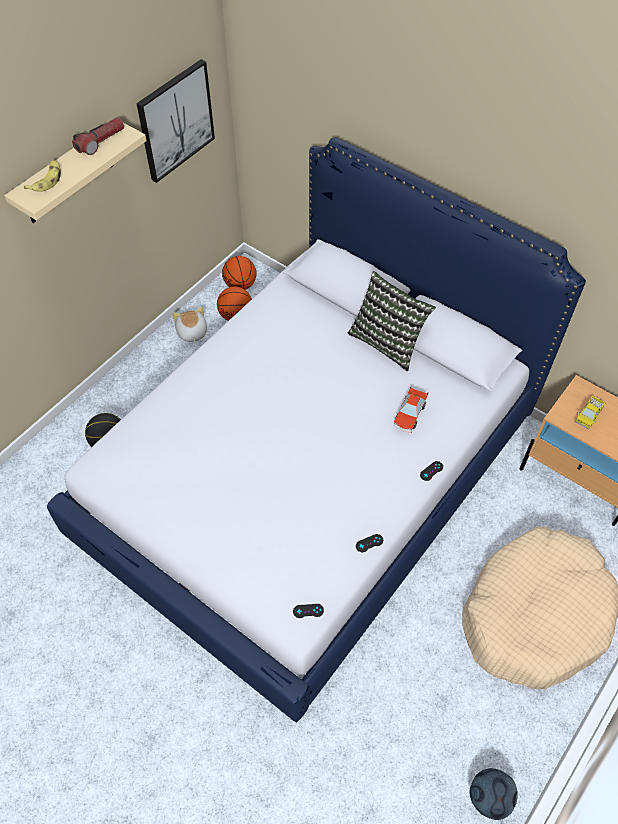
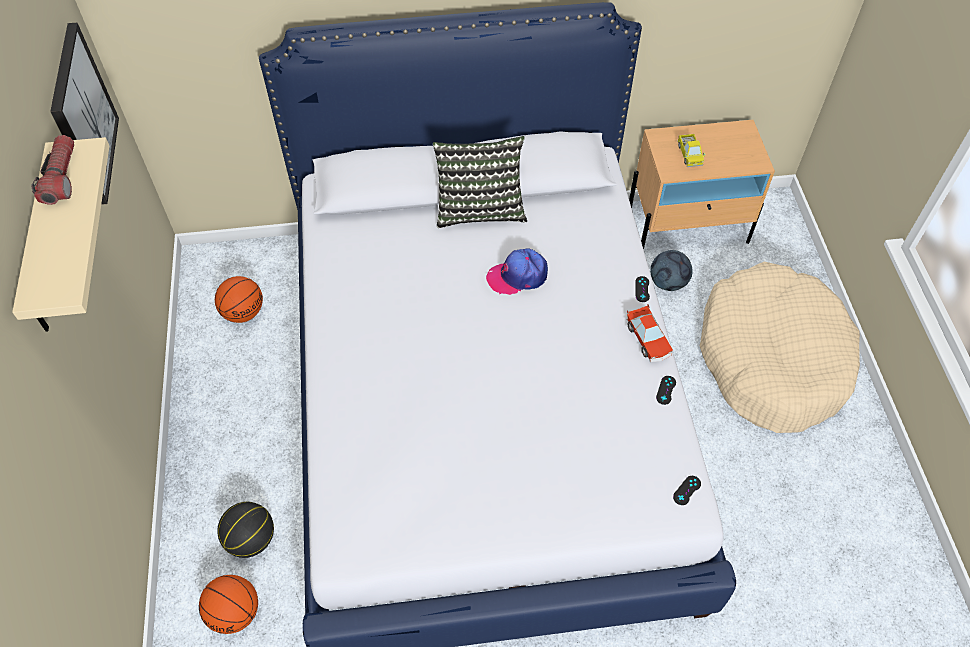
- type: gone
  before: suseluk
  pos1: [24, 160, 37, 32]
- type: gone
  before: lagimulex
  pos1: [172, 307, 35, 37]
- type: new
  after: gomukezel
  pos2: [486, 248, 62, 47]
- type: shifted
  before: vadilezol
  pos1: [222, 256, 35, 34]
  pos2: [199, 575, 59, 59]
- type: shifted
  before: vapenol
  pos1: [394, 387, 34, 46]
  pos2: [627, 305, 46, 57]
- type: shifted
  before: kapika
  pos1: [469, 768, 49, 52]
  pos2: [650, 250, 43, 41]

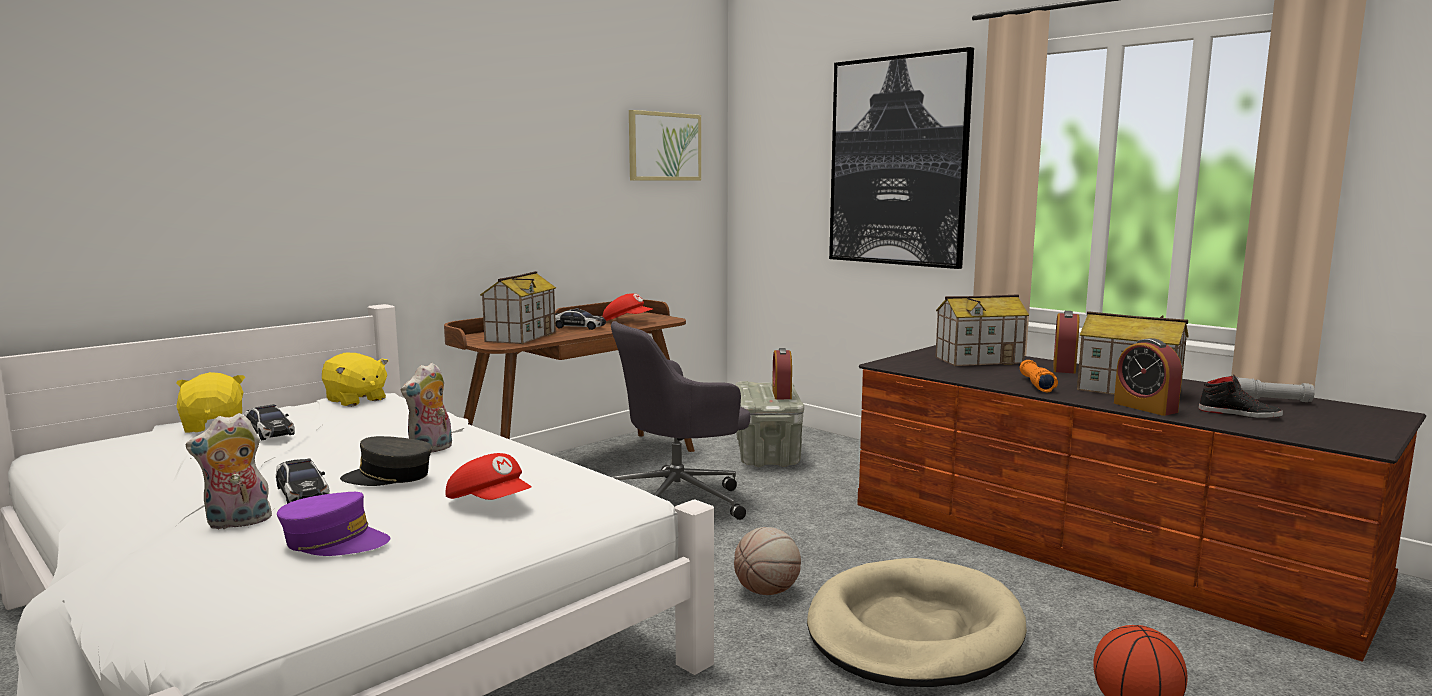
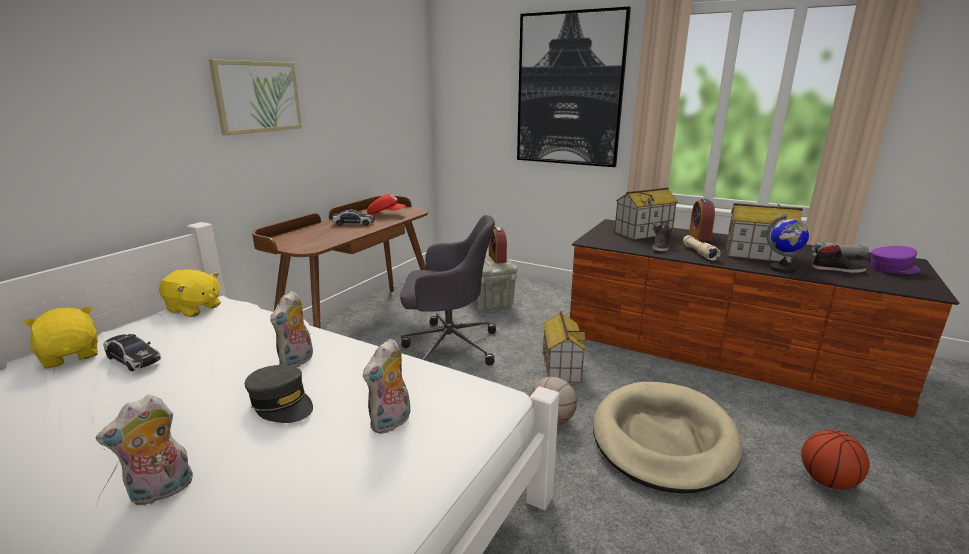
- type: gone
  before: vapenol
  pos1: [276, 458, 53, 46]
- type: new
  after: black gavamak
  pos2: [653, 225, 20, 27]
- type: shifted
  before: purple gomukezel
  pos1: [277, 492, 113, 64]
  pos2: [871, 246, 50, 28]
- type: shifted
  before: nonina
  pos1: [480, 271, 76, 73]
  pos2: [542, 311, 44, 72]
- type: shifted
  before: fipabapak
  pos1: [629, 110, 72, 71]
  pos2: [209, 59, 93, 76]
- type: swapped
  before: red gomukezel
  after: lagimulex
  pos1: [446, 453, 85, 47]
  pos2: [363, 339, 47, 95]
- type: swapped
  before: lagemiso
  after: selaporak
  pos1: [1114, 338, 68, 78]
  pos2: [766, 214, 43, 59]
- type: repainted
  before: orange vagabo
  after: beige vagabo
  pos1: [1020, 360, 38, 32]
  pos2: [683, 235, 37, 26]
- type: rotated
  before: grey gomukezel
  pos1: [340, 436, 92, 50]
  pos2: [245, 365, 68, 58]
  turn: -120
- type: rotated
  before: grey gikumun
  pos1: [611, 321, 139, 199]
  pos2: [400, 215, 96, 151]
  turn: -135

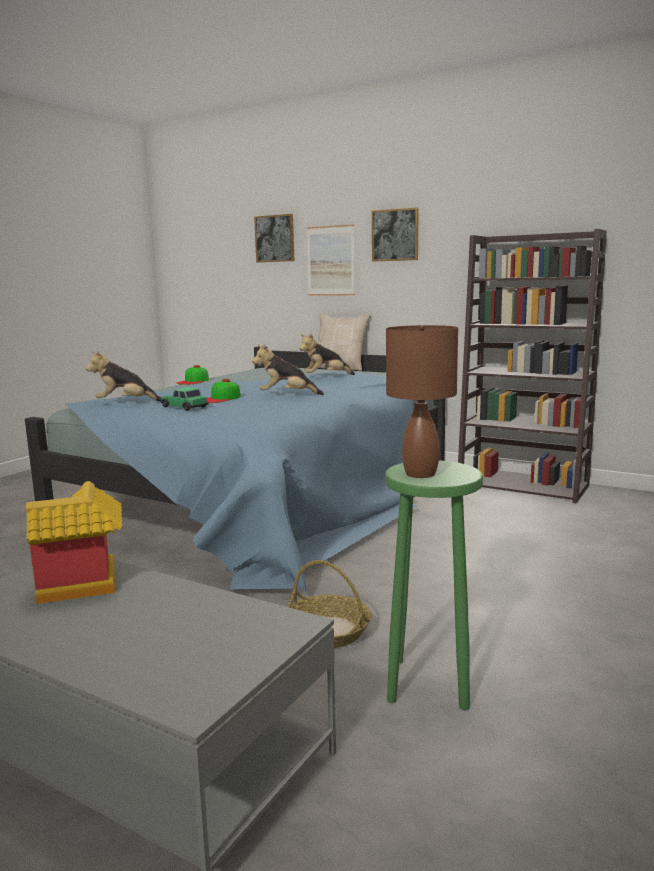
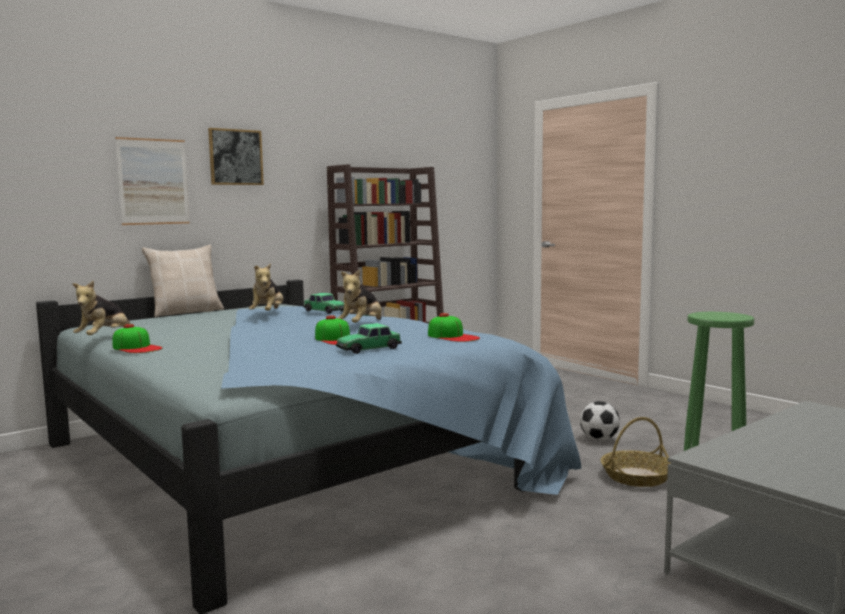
- type: gone
  before: nonina
  pos1: [26, 481, 97, 123]
- type: gone
  before: fipabapak
  pos1: [254, 214, 40, 48]
- type: gone
  before: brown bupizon
  pos1: [386, 325, 72, 153]
- type: new
  after: vapenol
  pos2: [303, 293, 41, 21]
- type: new
  after: gomukezel
  pos2: [428, 313, 52, 29]
- type: new
  after: kapika
  pos2: [580, 401, 40, 40]
- type: shifted
  before: lagimulex
  pos1: [86, 351, 76, 51]
  pos2: [73, 280, 58, 55]

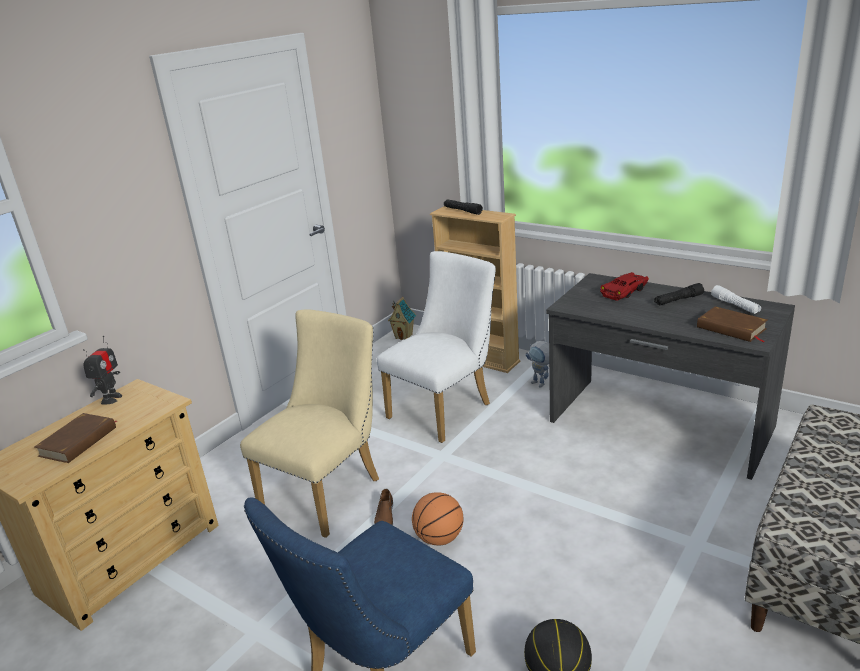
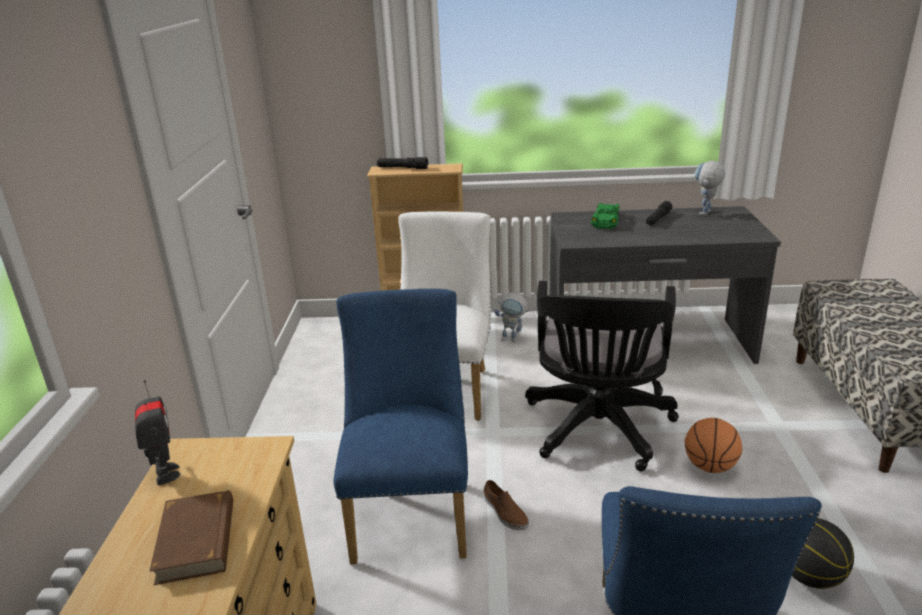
- type: gone
  before: nonina
  pos1: [388, 297, 28, 43]
- type: gone
  before: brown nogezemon
  pos1: [697, 306, 70, 36]
- type: new
  after: black gikumun
  pos2: [525, 281, 154, 190]
- type: shifted
  before: vadilezol
  pos1: [412, 492, 52, 53]
  pos2: [685, 418, 57, 55]
- type: swapped
  before: white vagabo
  after: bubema
  pos1: [711, 285, 50, 29]
  pos2: [695, 161, 30, 54]
- type: repainted
  before: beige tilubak
  after: blue tilubak
  pos1: [240, 309, 139, 229]
  pos2: [334, 289, 134, 276]
- type: repainted
  before: red vapenol
  after: green vapenol
  pos1: [600, 272, 49, 29]
  pos2: [590, 203, 30, 26]

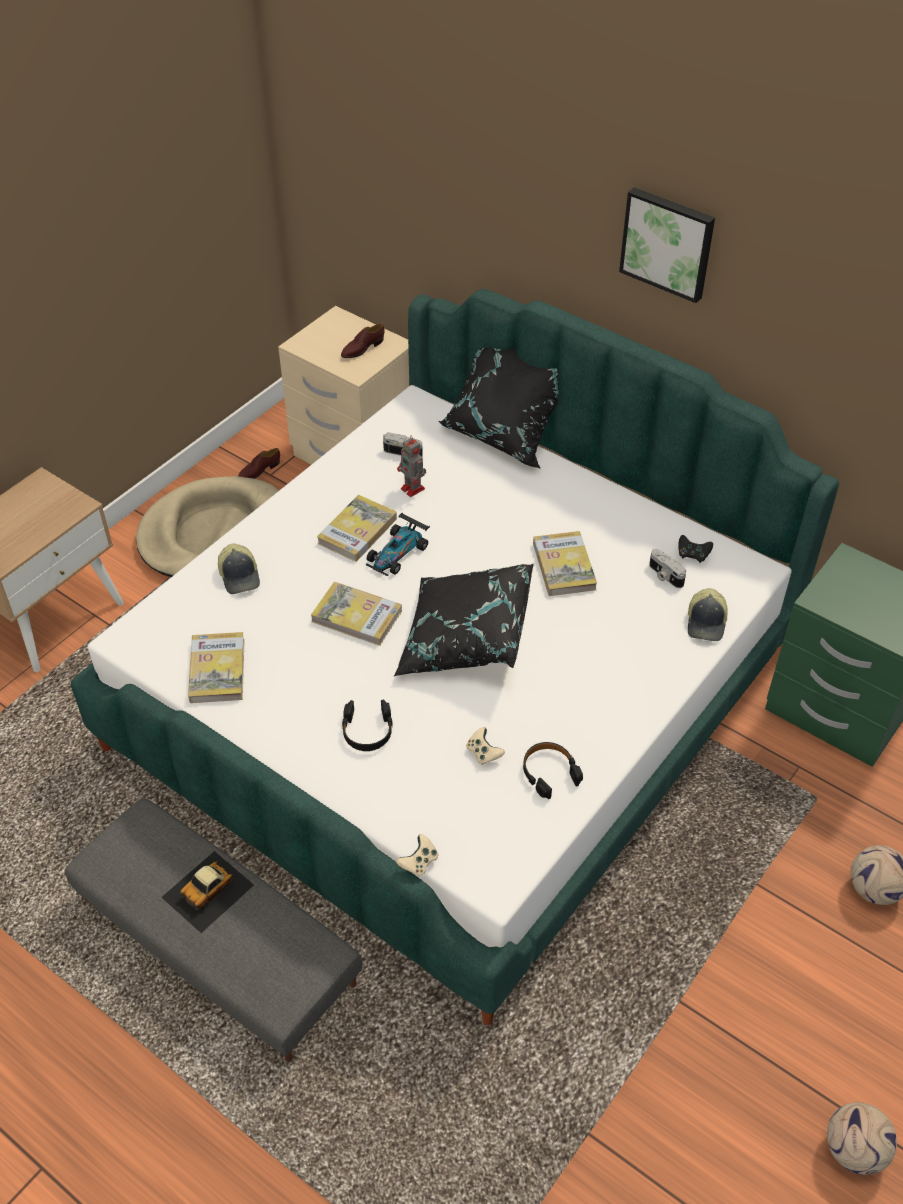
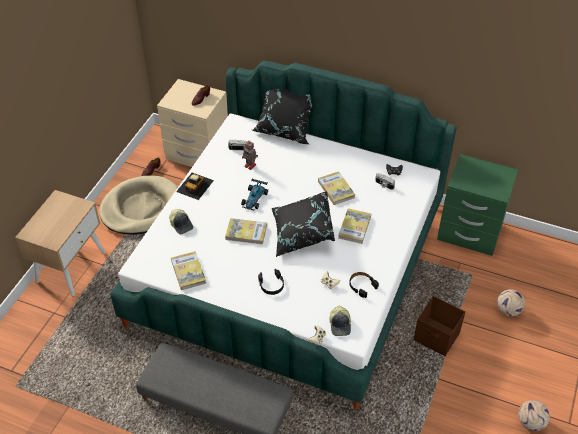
- type: gone
  before: fipabapak
  pos1: [619, 187, 96, 116]
- type: new
  after: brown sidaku
  pos2: [414, 296, 51, 60]
- type: shifted
  before: vapenol
  pos1: [161, 851, 93, 82]
  pos2: [176, 173, 38, 27]
- type: shifted
  before: nogezemon
  pos1: [317, 495, 80, 67]
  pos2: [338, 208, 33, 36]
- type: shifted
  before: gomukezel
  pos1: [688, 588, 40, 53]
  pos2: [330, 306, 21, 30]

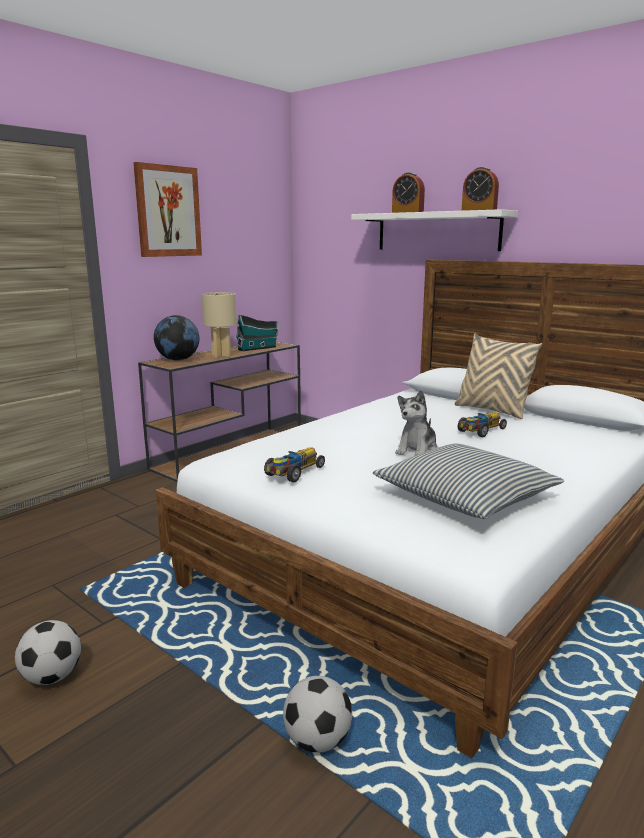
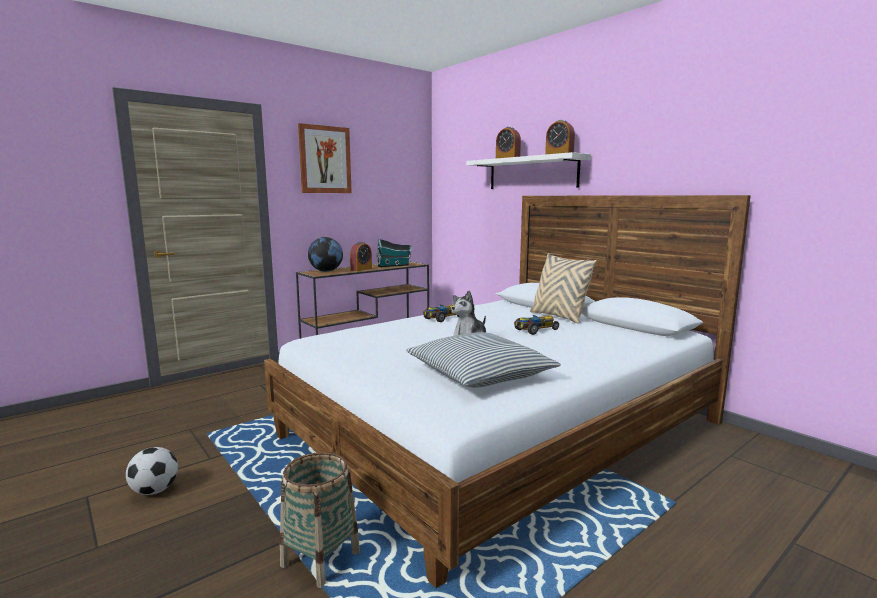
- type: shifted
  before: vapenol
  pos1: [264, 447, 61, 36]
  pos2: [423, 305, 36, 17]
- type: swapped
  before: beige bupizon
  after: lagemiso
  pos1: [201, 292, 36, 65]
  pos2: [350, 242, 22, 29]
- type: swapped
  before: kapika
  after: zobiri
  pos1: [283, 676, 69, 77]
  pos2: [280, 452, 80, 136]

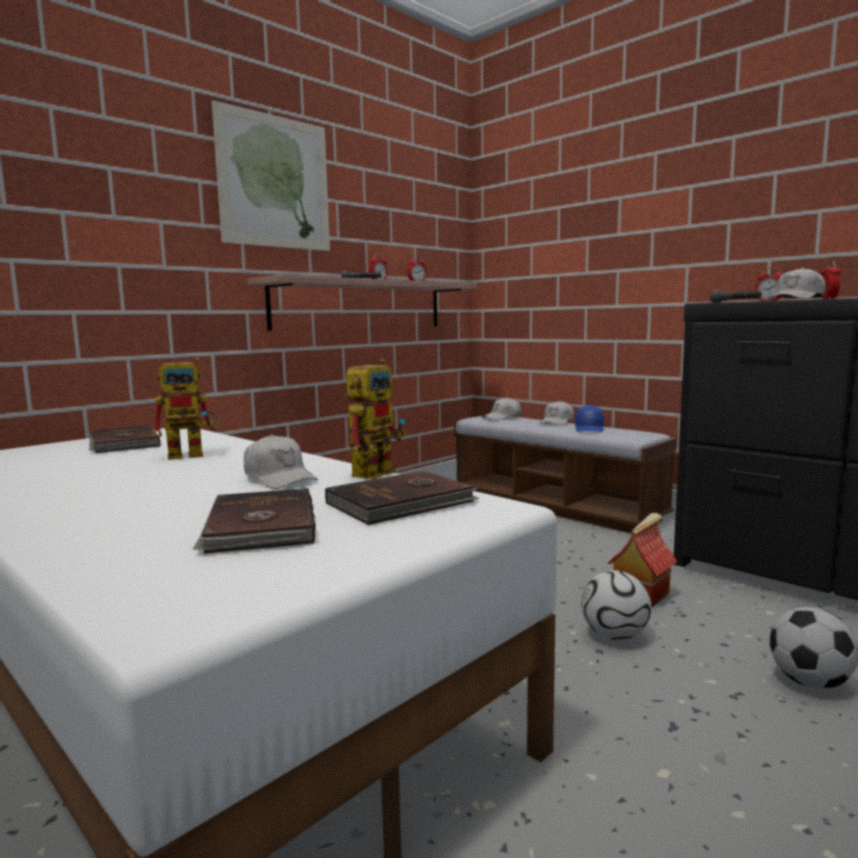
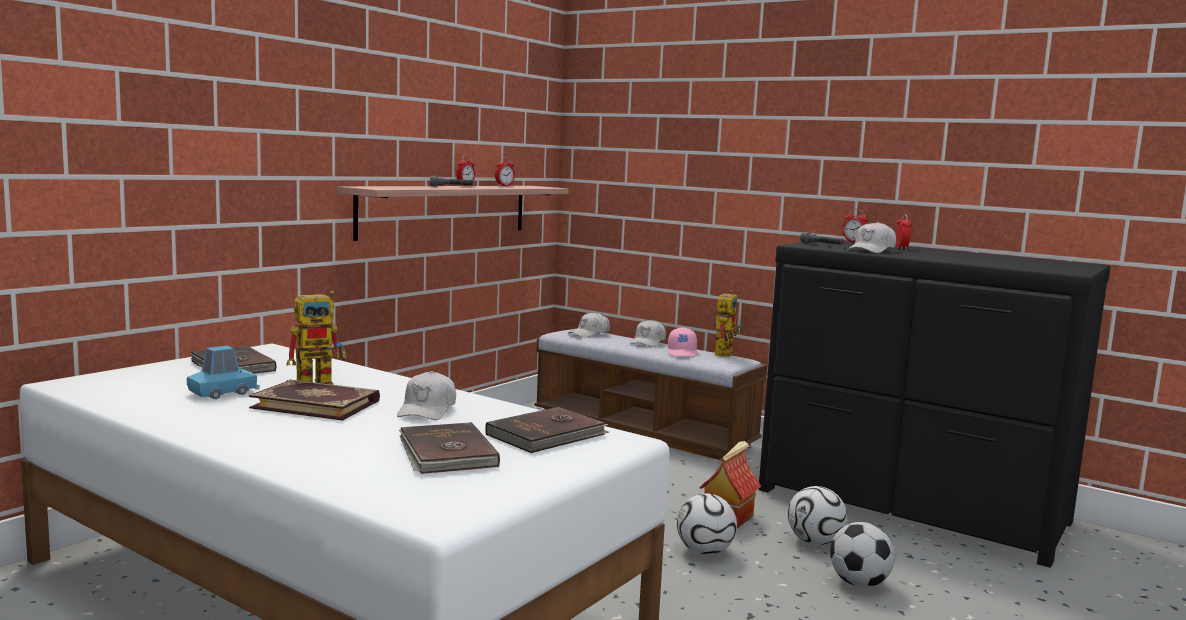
- type: gone
  before: fipabapak
  pos1: [212, 101, 118, 150]
- type: new
  after: blue vapenol
  pos2: [187, 346, 73, 53]
- type: new
  after: nogezemon
  pos2: [249, 380, 131, 41]
- type: new
  after: kapika
  pos2: [788, 486, 59, 59]
- type: shifted
  before: bubema
  pos1: [347, 358, 59, 122]
  pos2: [714, 290, 28, 67]
- type: repainted
  before: blue gomukezel
  after: pink gomukezel
  pos1: [575, 405, 29, 27]
  pos2: [668, 327, 29, 30]
- type: rotated
  before: white gomukezel
  pos1: [244, 434, 74, 55]
  pos2: [397, 371, 59, 49]
  turn: 60

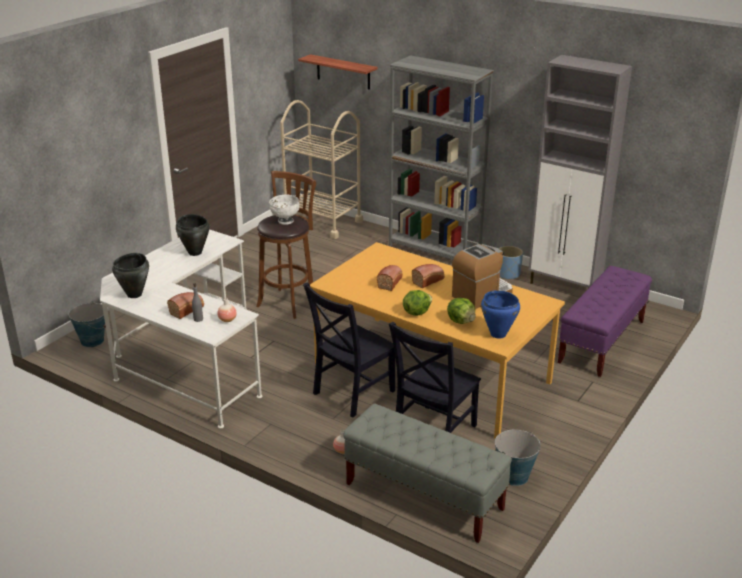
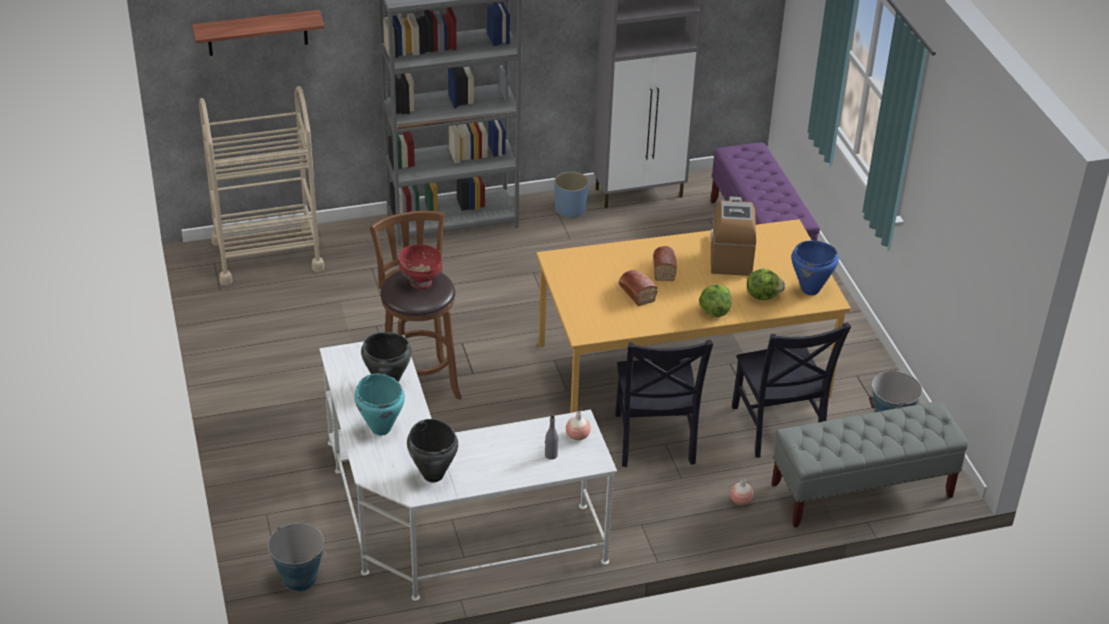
- type: gone
  before: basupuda
  pos1: [167, 292, 37, 27]
- type: new
  after: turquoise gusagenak
  pos2: [354, 374, 51, 61]
- type: repainted
  before: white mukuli
  after: red mukuli
  pos1: [269, 195, 31, 30]
  pos2: [399, 244, 43, 46]

